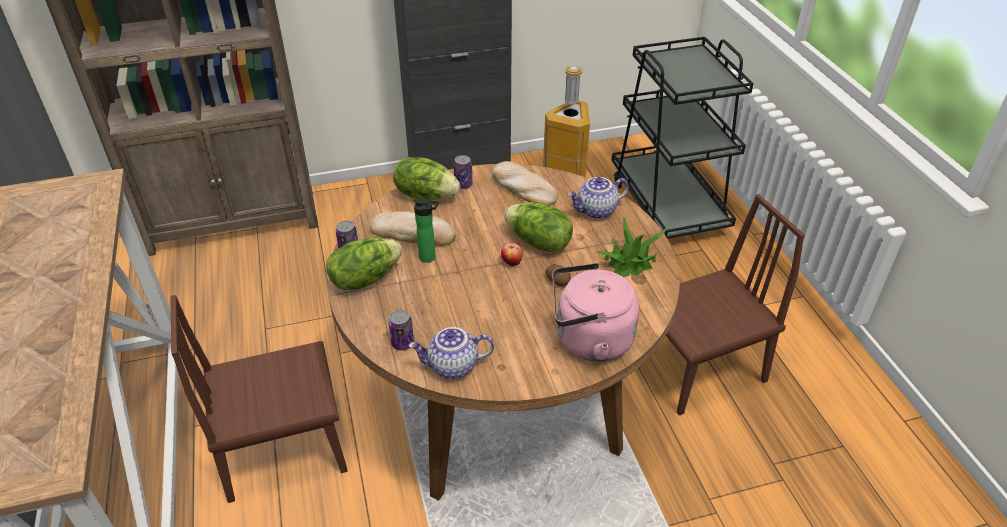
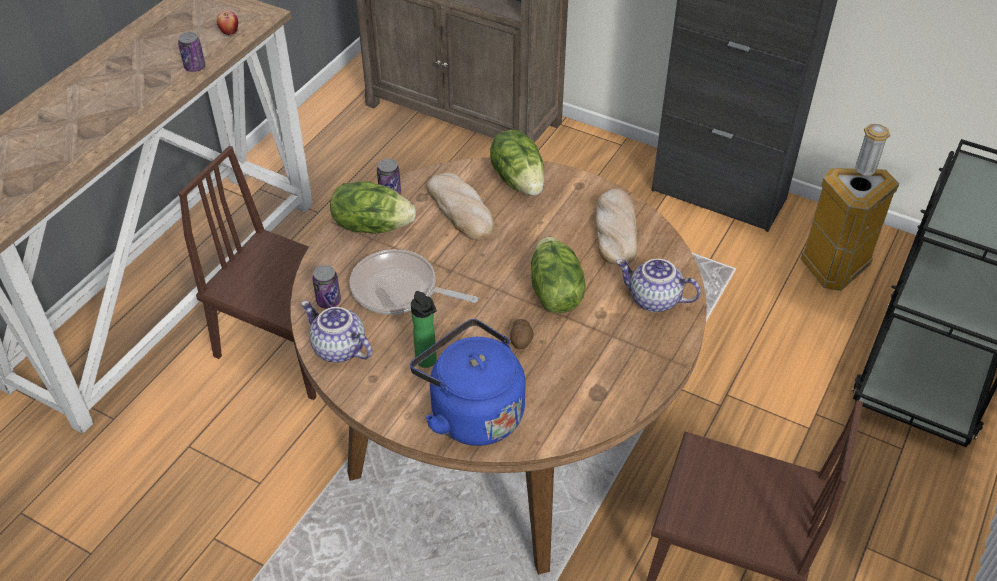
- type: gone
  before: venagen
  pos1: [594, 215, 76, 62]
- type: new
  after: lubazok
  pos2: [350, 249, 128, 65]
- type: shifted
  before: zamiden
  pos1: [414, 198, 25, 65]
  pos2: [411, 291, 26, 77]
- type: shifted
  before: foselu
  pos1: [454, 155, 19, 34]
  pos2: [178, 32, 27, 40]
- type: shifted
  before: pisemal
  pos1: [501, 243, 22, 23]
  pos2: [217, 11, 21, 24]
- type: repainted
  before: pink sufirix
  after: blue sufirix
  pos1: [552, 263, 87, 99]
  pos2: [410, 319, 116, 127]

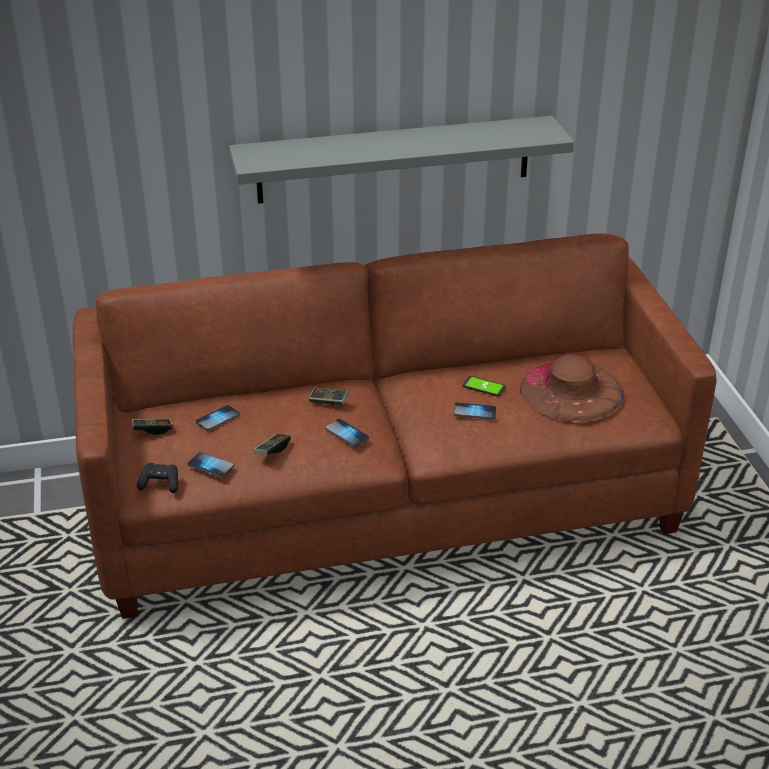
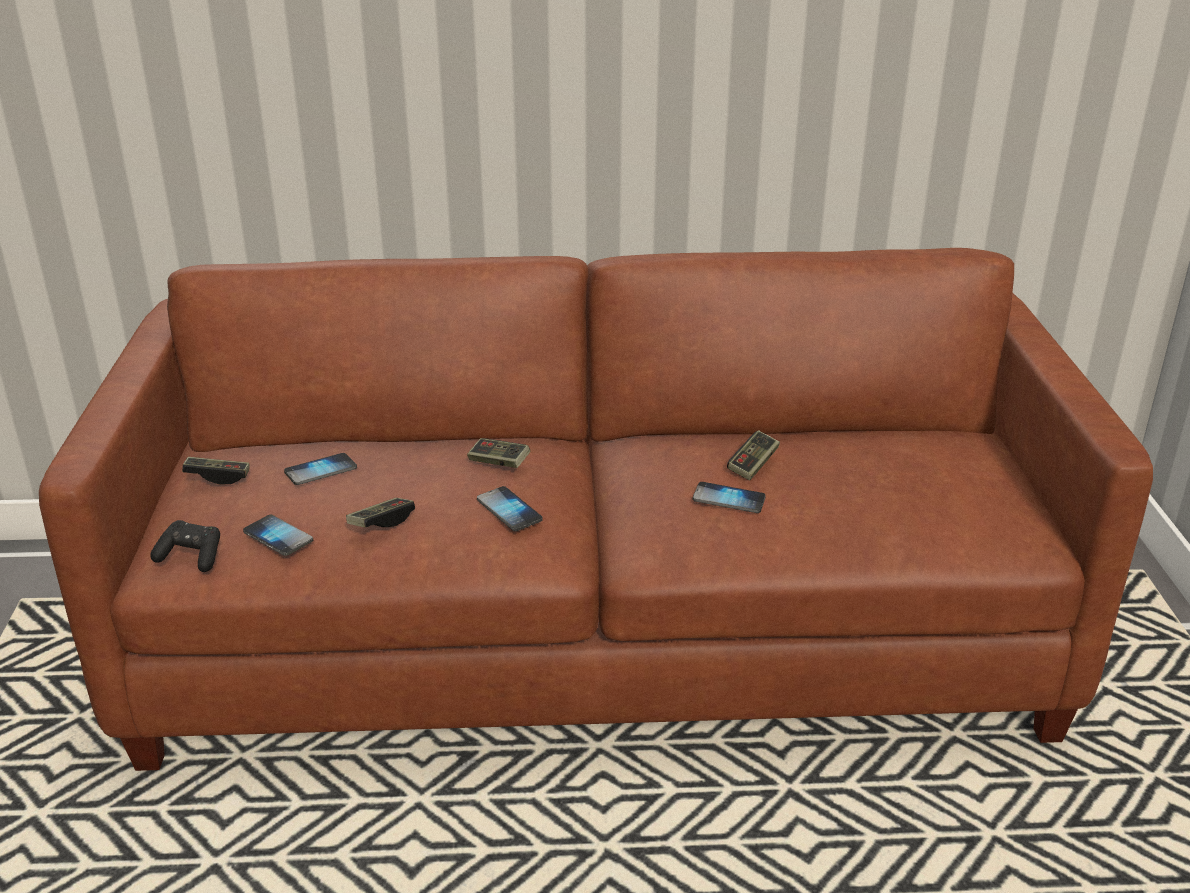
- type: gone
  before: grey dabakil
  pos1: [229, 116, 345, 88]
- type: gone
  before: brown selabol
  pos1: [520, 354, 104, 68]
- type: swapped
  before: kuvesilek
  after: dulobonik
  pos1: [462, 376, 44, 20]
  pos2: [727, 430, 53, 51]

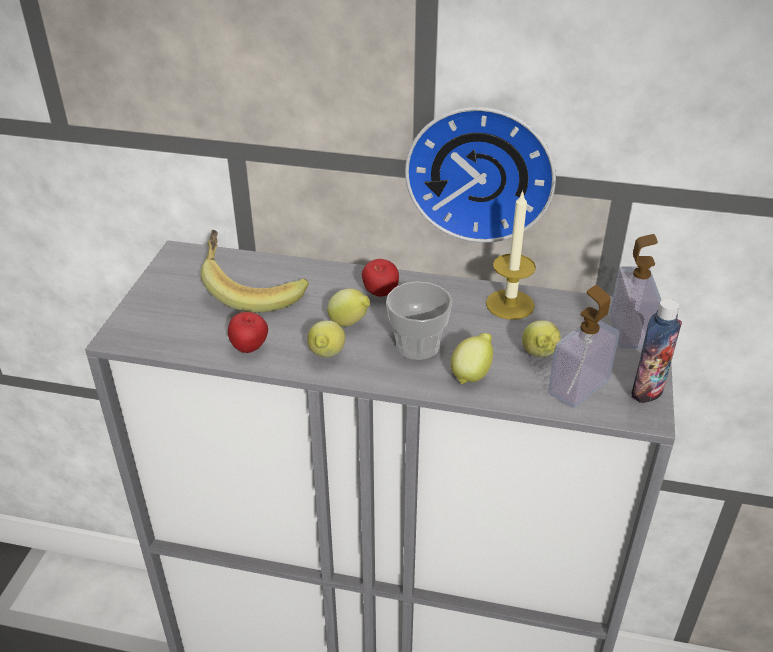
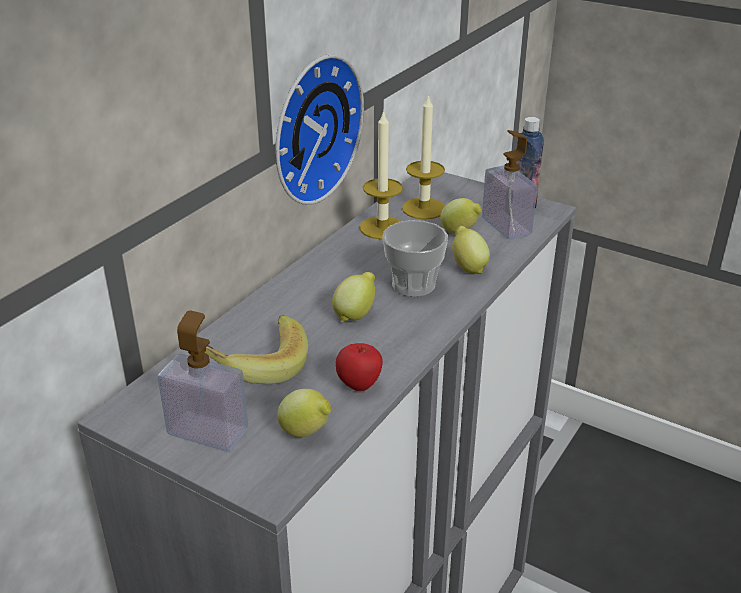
- type: gone
  before: pisemal
  pos1: [362, 259, 37, 38]
- type: new
  after: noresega
  pos2: [402, 94, 43, 126]
- type: shifted
  before: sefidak
  pos1: [307, 321, 38, 37]
  pos2: [277, 389, 54, 48]
- type: shifted
  before: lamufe
  pos1: [610, 234, 51, 115]
  pos2: [158, 310, 90, 142]

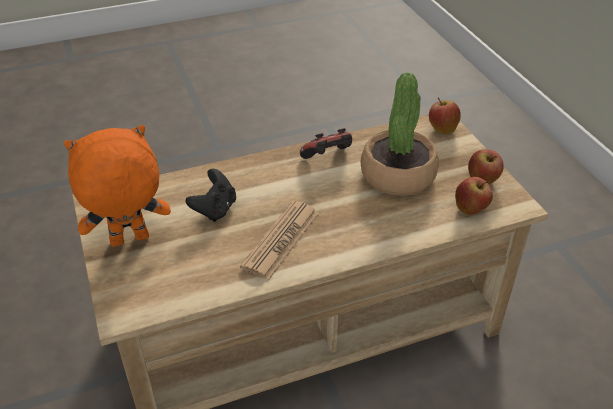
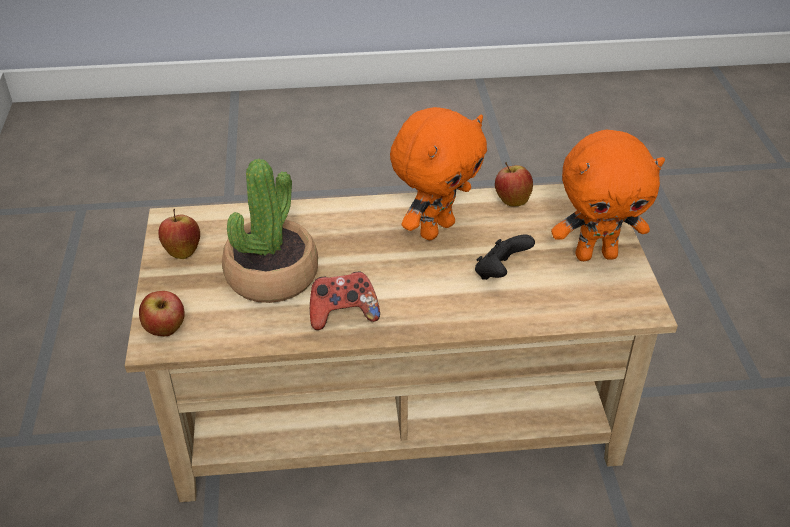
- type: shifted
  before: pisemal
  pos1: [455, 177, 38, 38]
  pos2: [495, 162, 38, 45]
- type: swapped
  before: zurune
  after: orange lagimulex
  pos1: [240, 201, 79, 79]
  pos2: [390, 107, 97, 133]

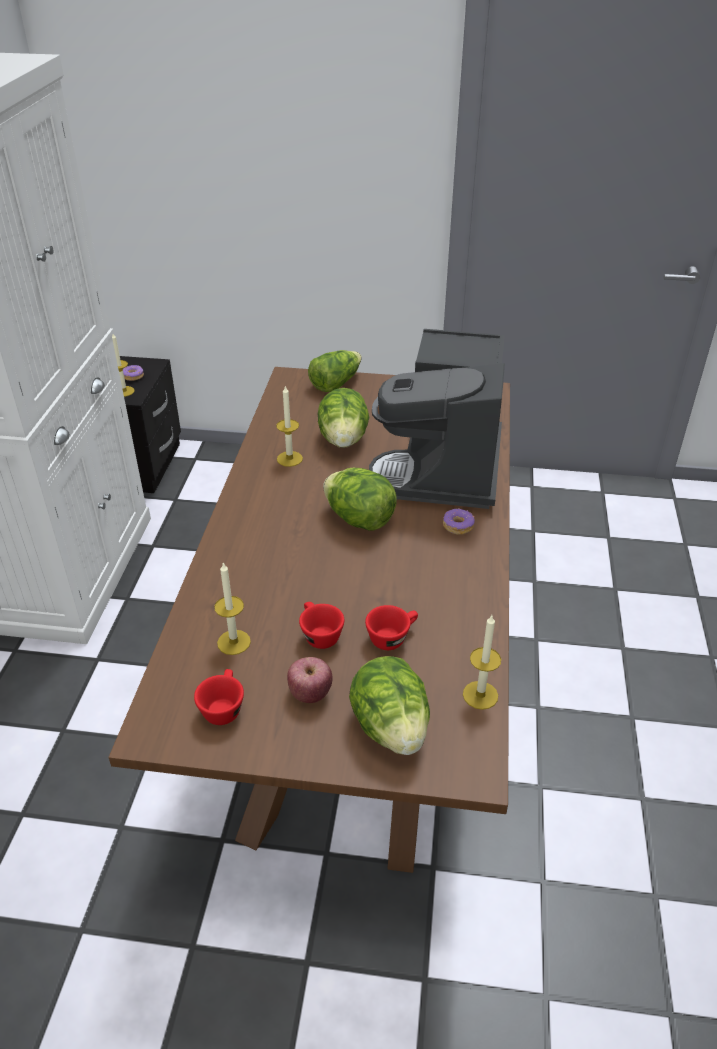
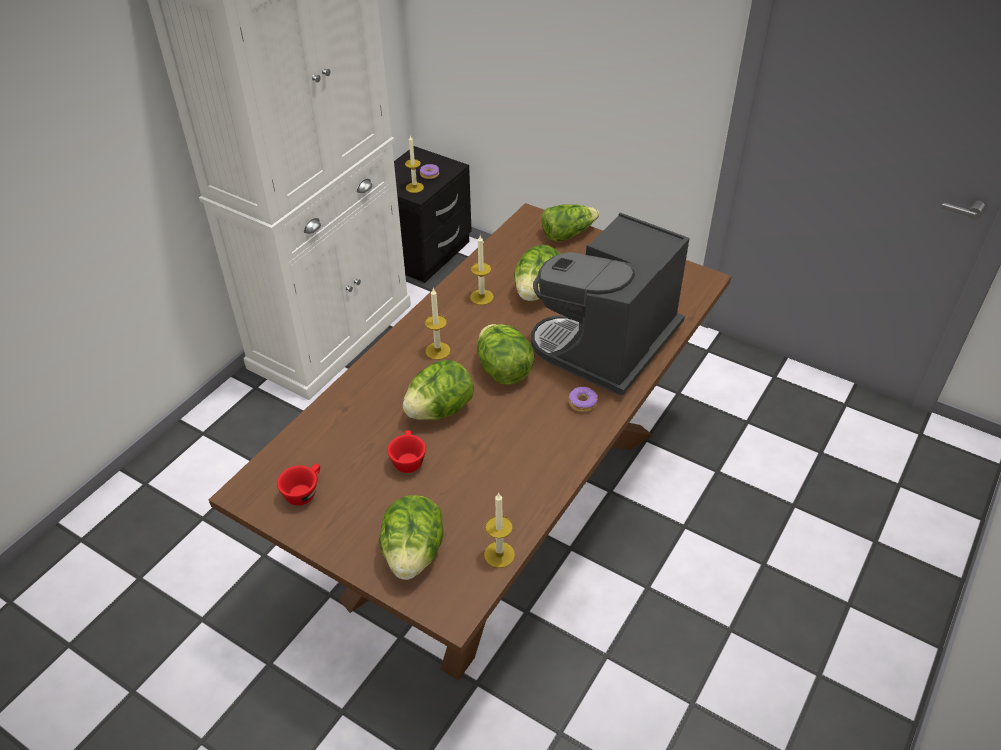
- type: gone
  before: pisemal
  pos1: [287, 657, 46, 46]
- type: gone
  before: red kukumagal
  pos1: [365, 605, 53, 45]
- type: new
  after: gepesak
  pos2: [403, 360, 71, 60]
- type: shifted
  before: noresega
  pos1: [214, 563, 37, 92]
  pos2: [425, 289, 25, 71]

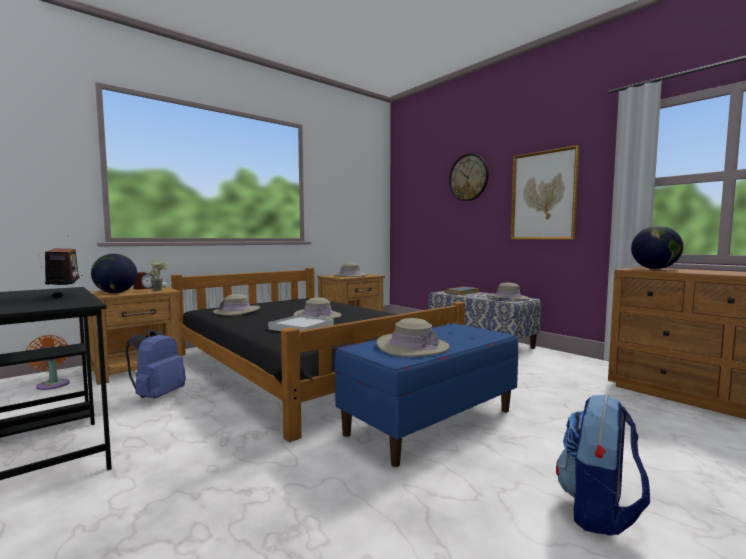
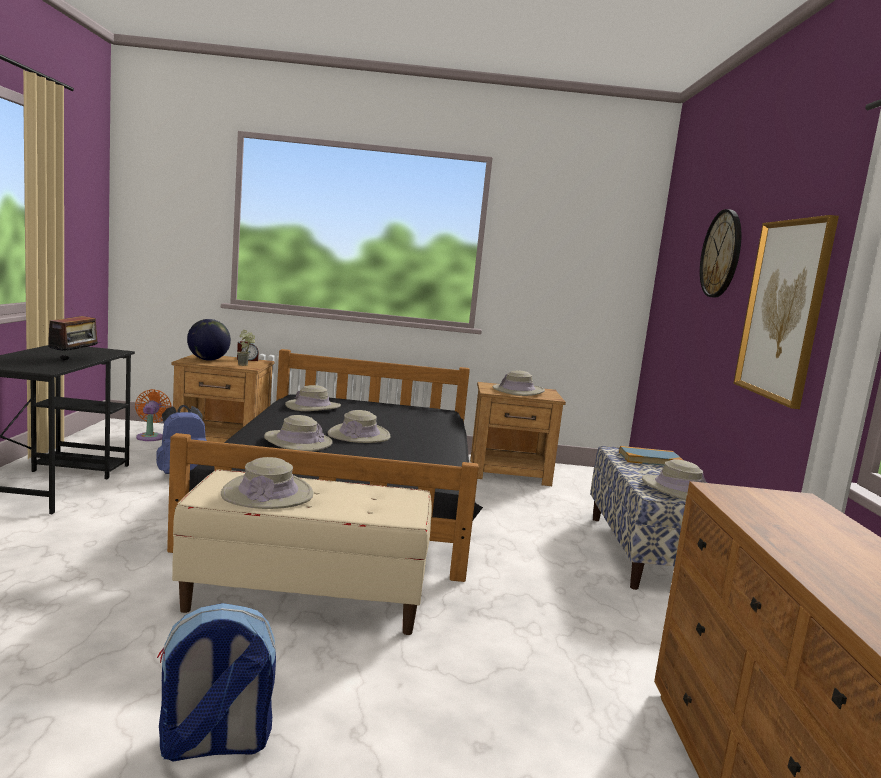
- type: gone
  before: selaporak
  pos1: [631, 226, 52, 43]
- type: swapped
  before: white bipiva
  after: beige selabol
  pos1: [268, 315, 66, 16]
  pos2: [264, 415, 69, 37]
- type: repainted
  before: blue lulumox
  after: beige lulumox
  pos1: [334, 323, 185, 144]
  pos2: [172, 470, 260, 165]

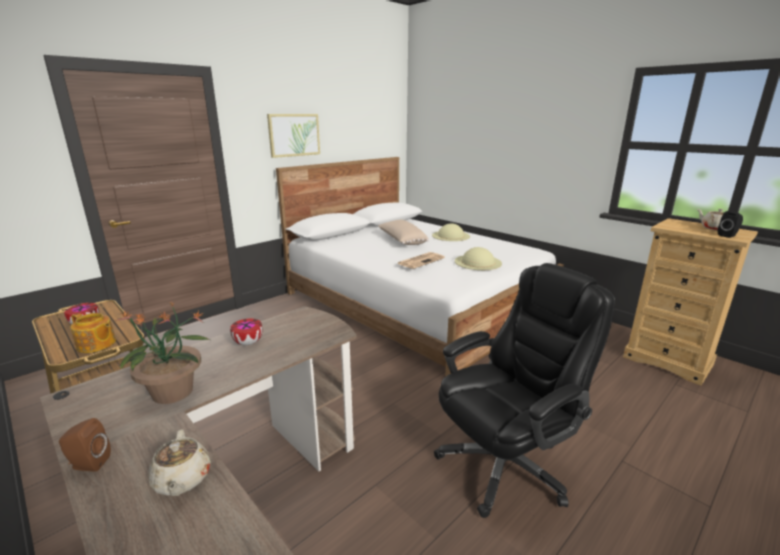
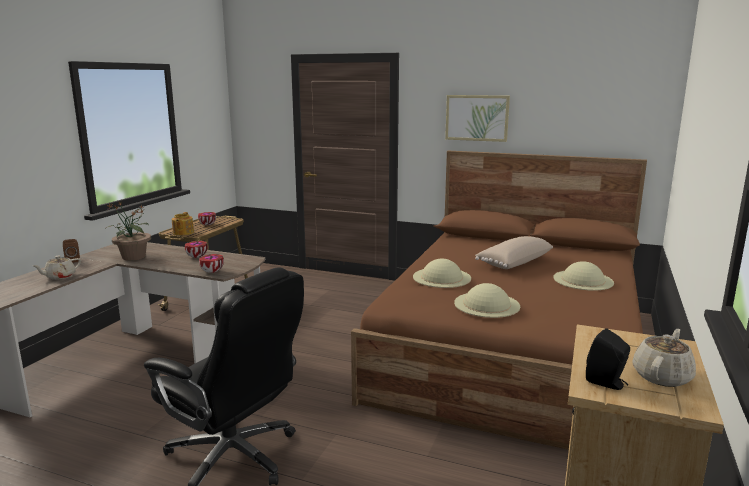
- type: new
  after: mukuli
  pos2: [199, 254, 25, 19]
- type: swapped
  before: zurune
  after: beige selabol
  pos1: [397, 252, 48, 17]
  pos2: [413, 259, 58, 29]
- type: repainted
  before: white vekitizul
  after: brown vekitizul
  pos1: [276, 157, 288, 220]
  pos2: [351, 151, 296, 299]

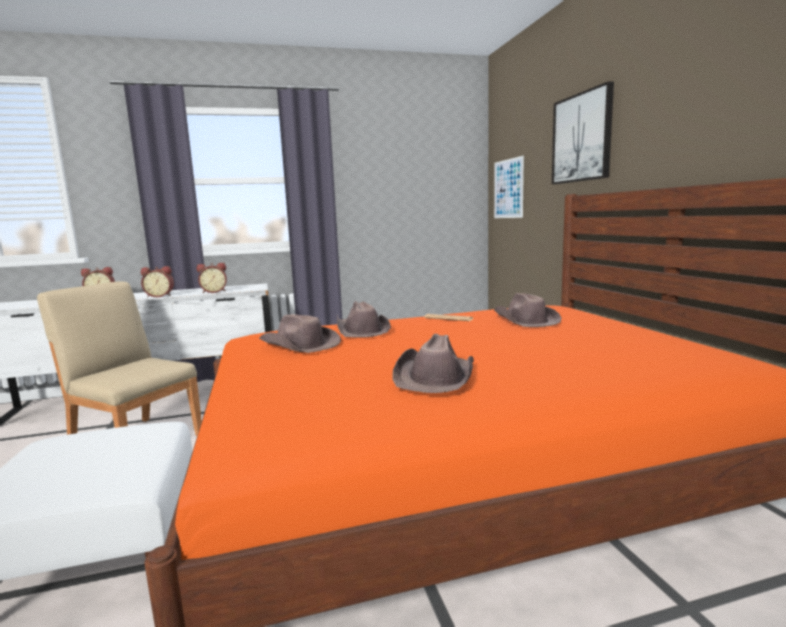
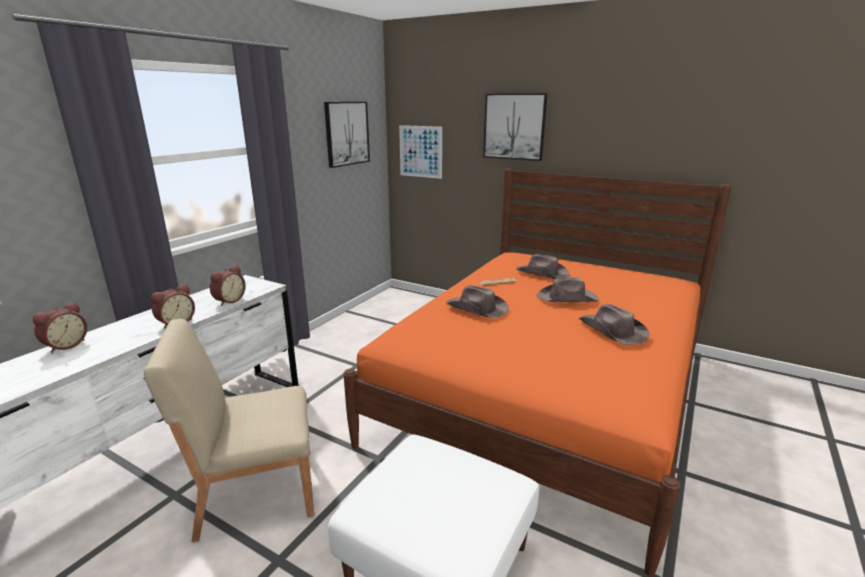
- type: new
  after: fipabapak
  pos2: [324, 102, 46, 66]
- type: shifted
  before: brown selabol
  pos1: [259, 314, 82, 39]
  pos2: [537, 277, 61, 25]

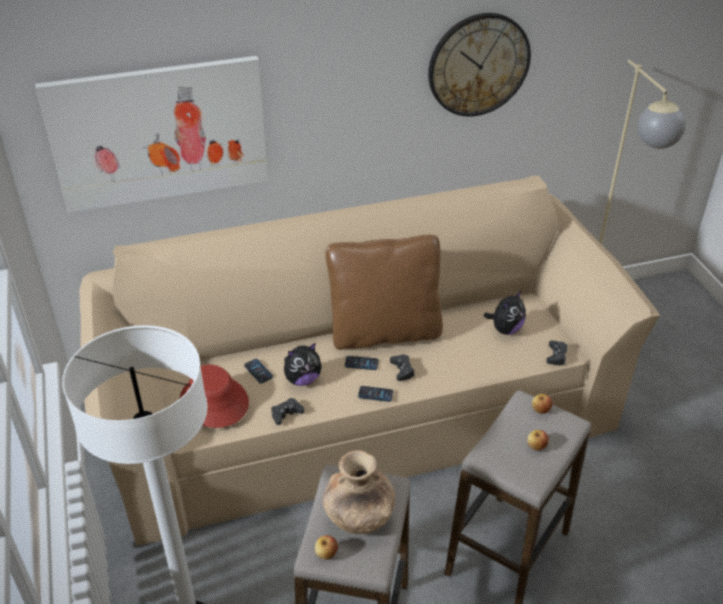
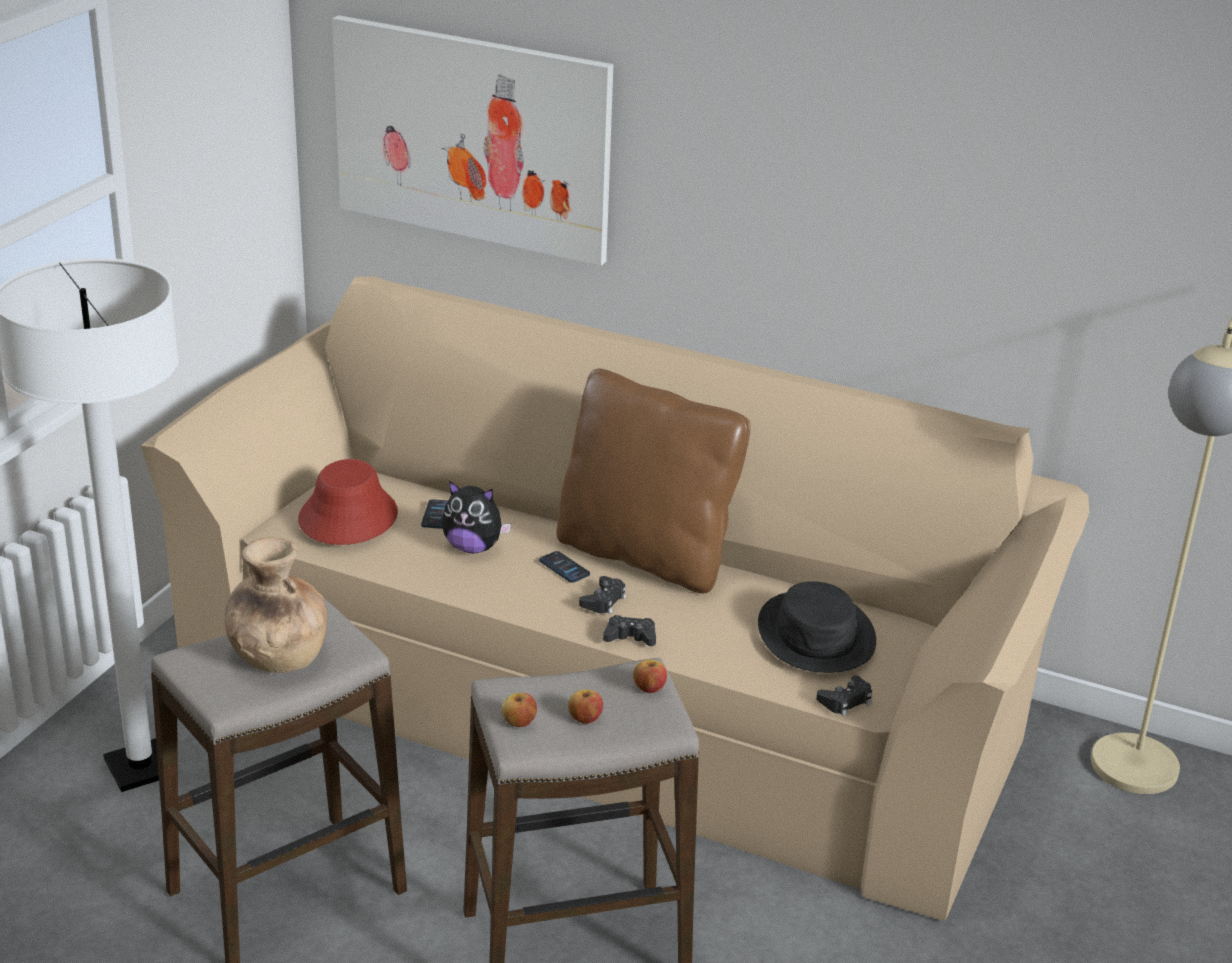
- type: gone
  before: kuvesilek
  pos1: [358, 386, 35, 16]
- type: gone
  before: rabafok
  pos1: [428, 13, 103, 104]
- type: shifted
  before: black dulobonik
  pos1: [271, 398, 33, 27]
  pos2: [603, 615, 53, 31]
- type: shifted
  before: pisemal
  pos1: [315, 535, 23, 25]
  pos2: [501, 693, 36, 34]
- type: swapped
  before: lagimulex
  after: black selabol
  pos1: [484, 290, 42, 45]
  pos2: [758, 581, 118, 92]

